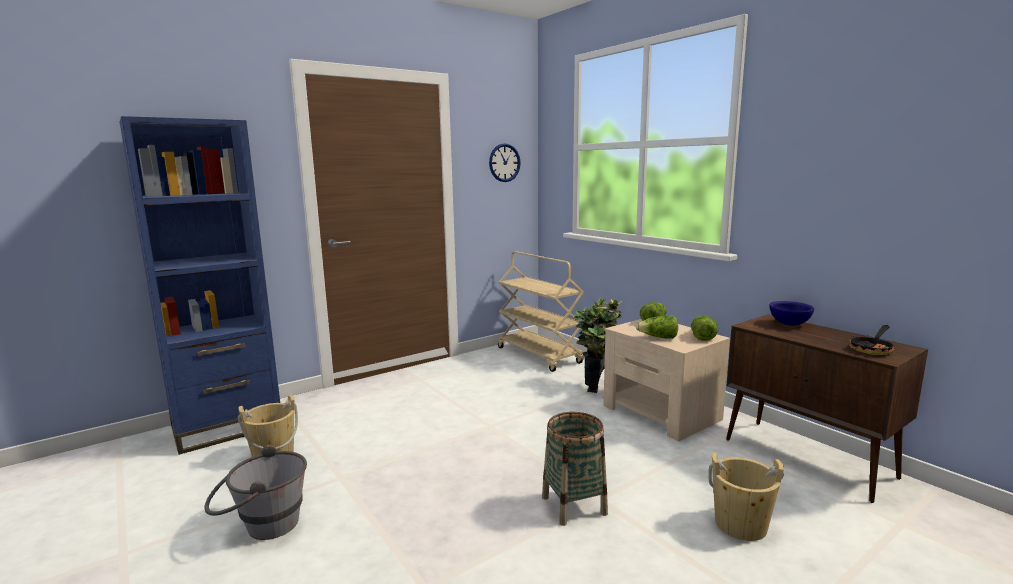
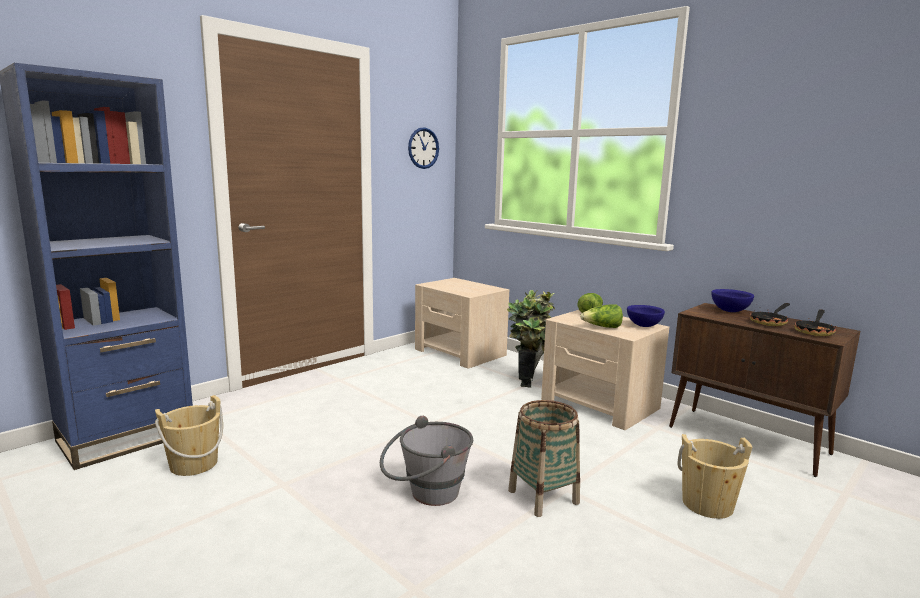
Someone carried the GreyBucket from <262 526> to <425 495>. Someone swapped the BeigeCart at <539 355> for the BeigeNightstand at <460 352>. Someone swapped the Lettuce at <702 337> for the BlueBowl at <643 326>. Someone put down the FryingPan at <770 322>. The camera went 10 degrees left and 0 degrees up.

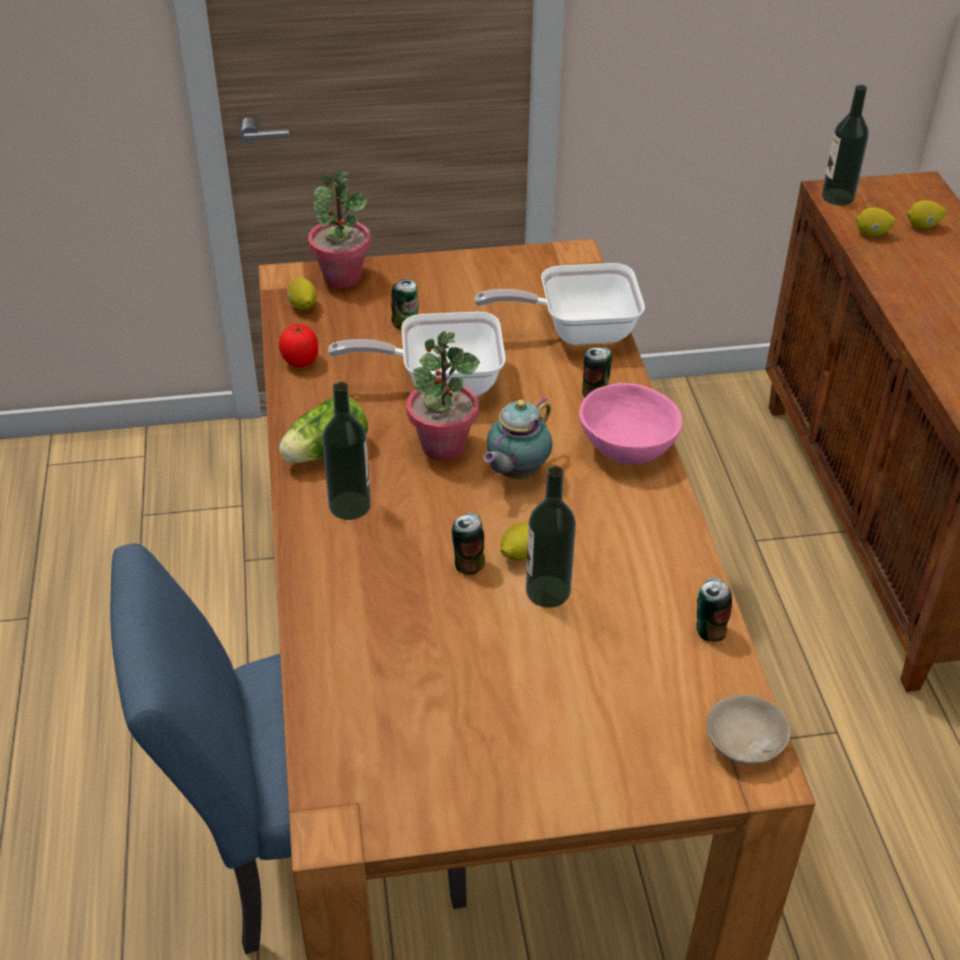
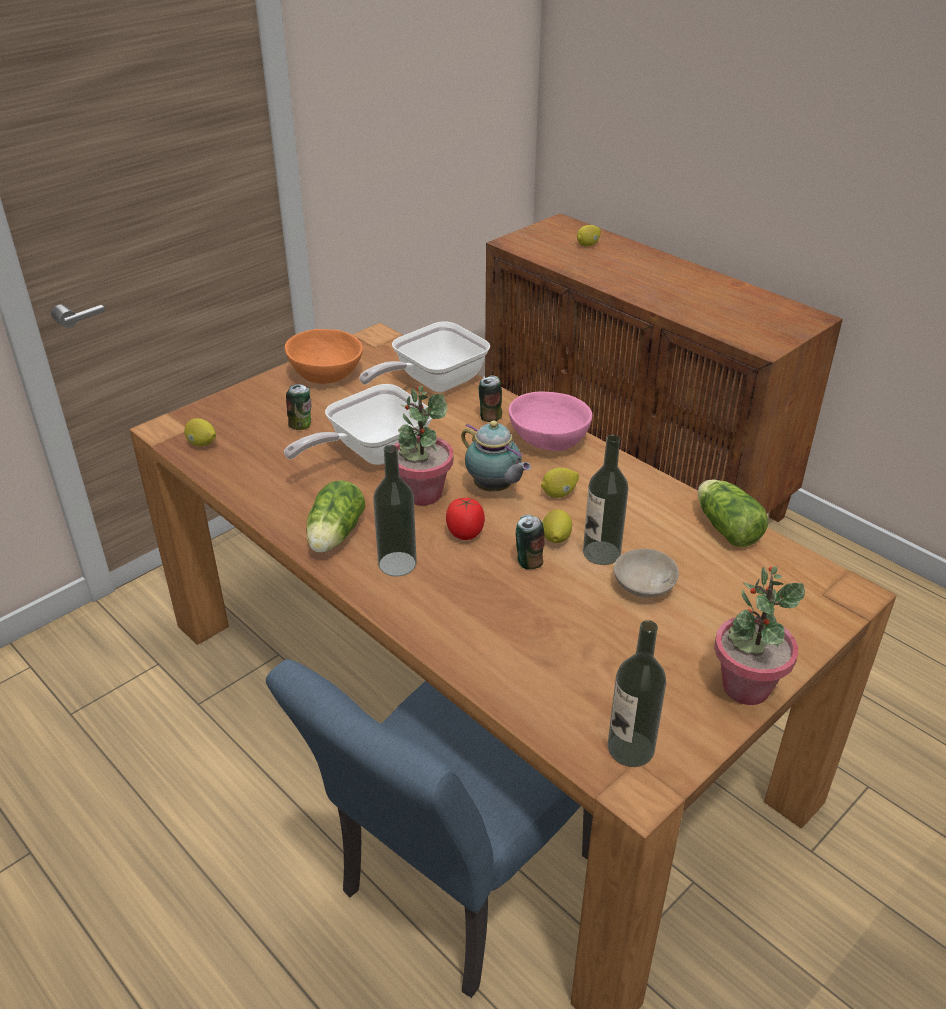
Someone put down the OrangeBowl at <325 374>. Someone carried the Tomato from <301 361> to <465 533>. Someone rotated the Teapot at <515 473> by 45 degrees counterclockwise. Someone carried the Lemon from <872 234> to <559 494>. Someone carried the Bottle from <837 197> to <630 748>. Someone carried the BeigeBowl from <744 740> to <642 584>. Someone swapped the Can at <709 630> for the Lettuce at <725 526>. Someone carried the PottedPlant from <342 277> to <745 687>. The camera went 35 degrees left and 5 degrees down.

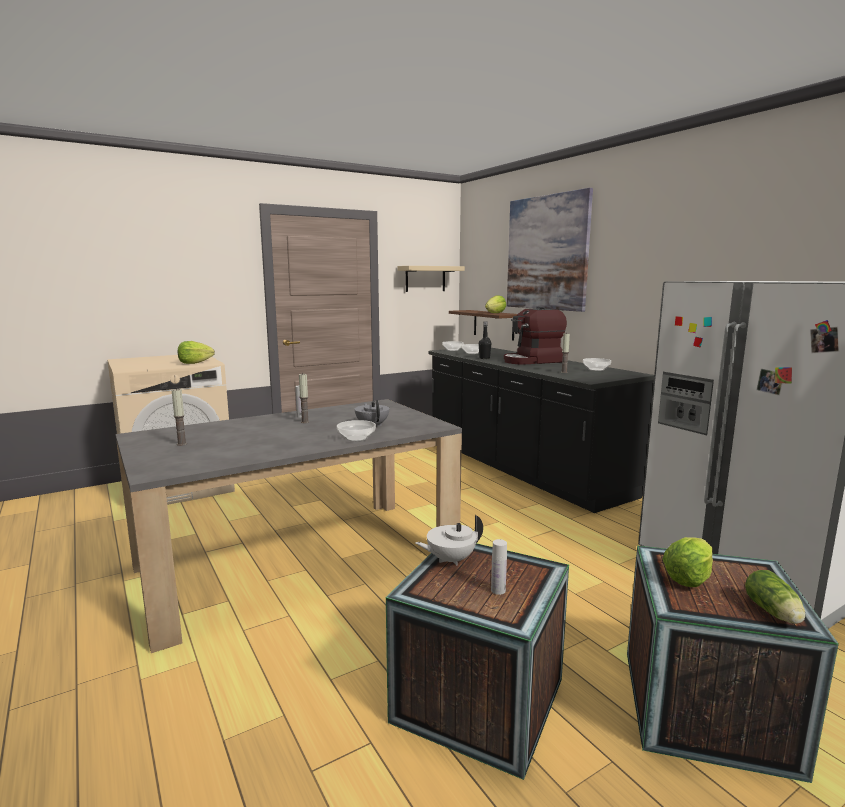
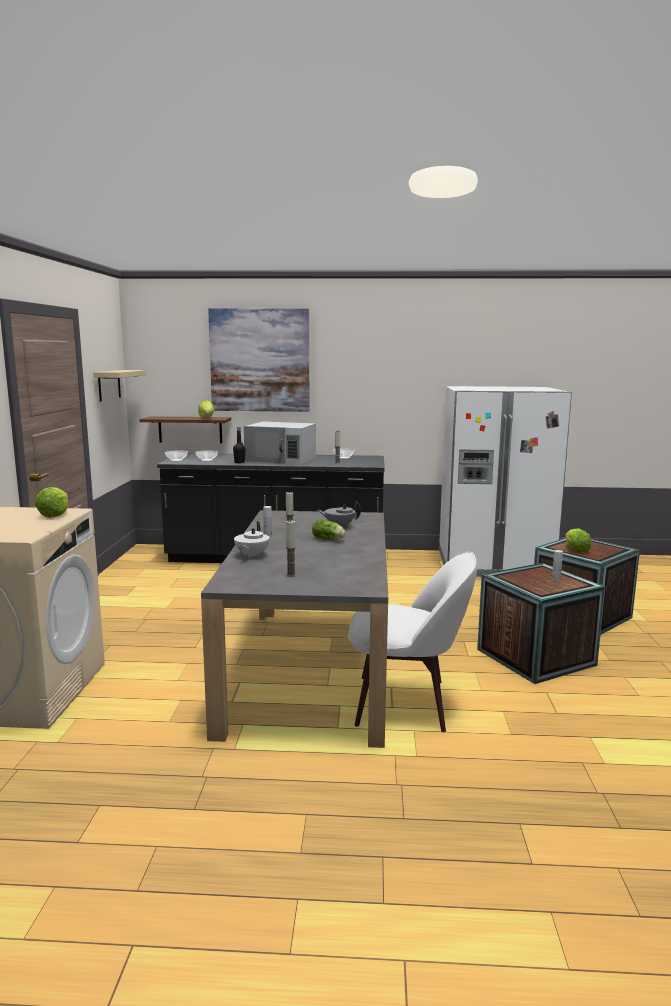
Someone carried the WhiteTeapot from <450 560> to <251 555>. Someone swapped the CoffeeMachine at <532 361> for the WhiteMicrowave at <281 459>. Someone carried the Lettuce from <774 613> to <329 539>. Someone put down the WhiteChair at <406 702>. Someone took away the Bowl at <357 438>. The camera went 55 degrees left and 0 degrees up.

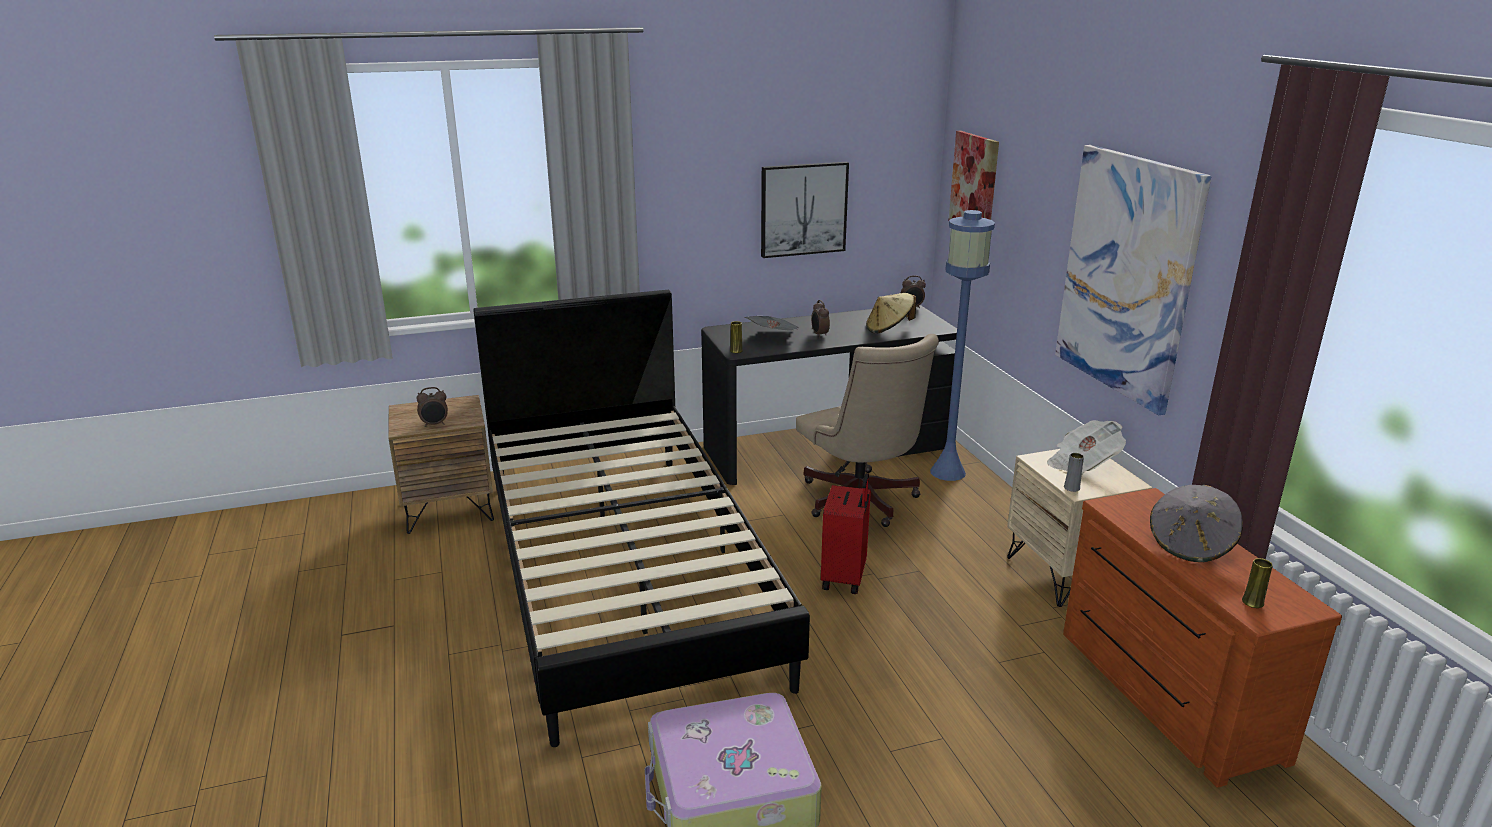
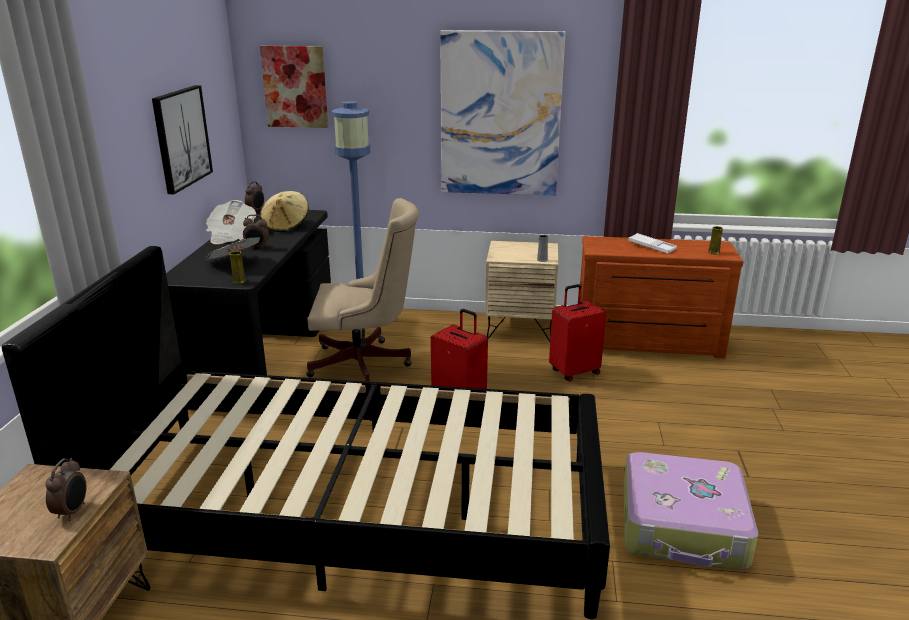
Someone carried the Newspaper from <1082 464> to <230 236>. Someone put down the RedSuitcase at <574 371>. Someone swapped the GreyHat at <1191 545> for the WhiteTray at <651 247>. The camera went 65 degrees left and 0 degrees up.

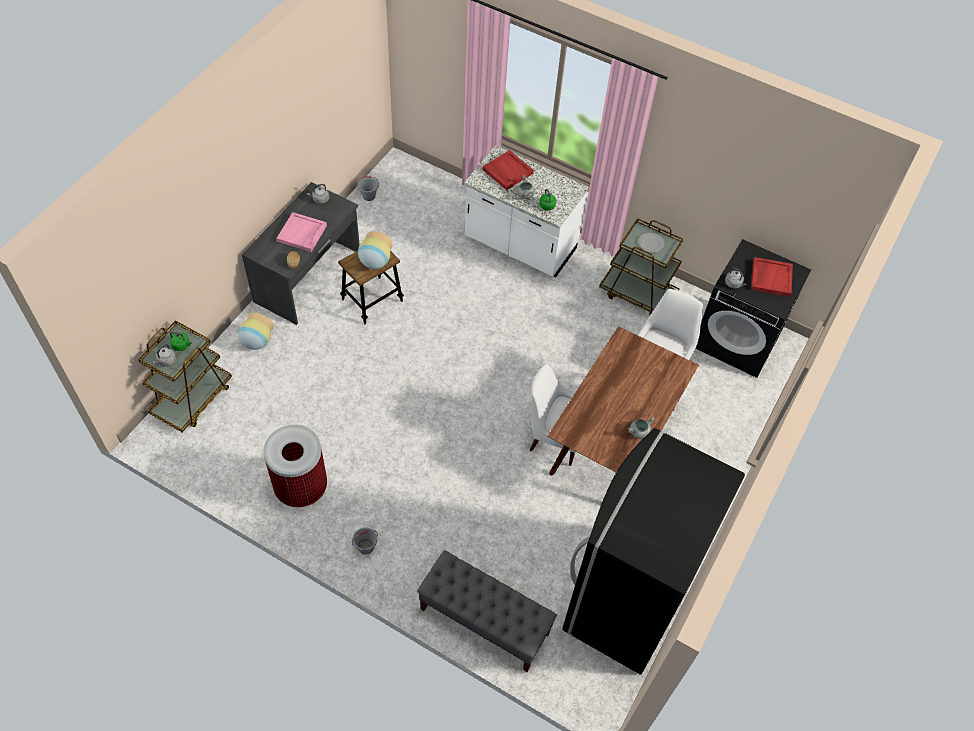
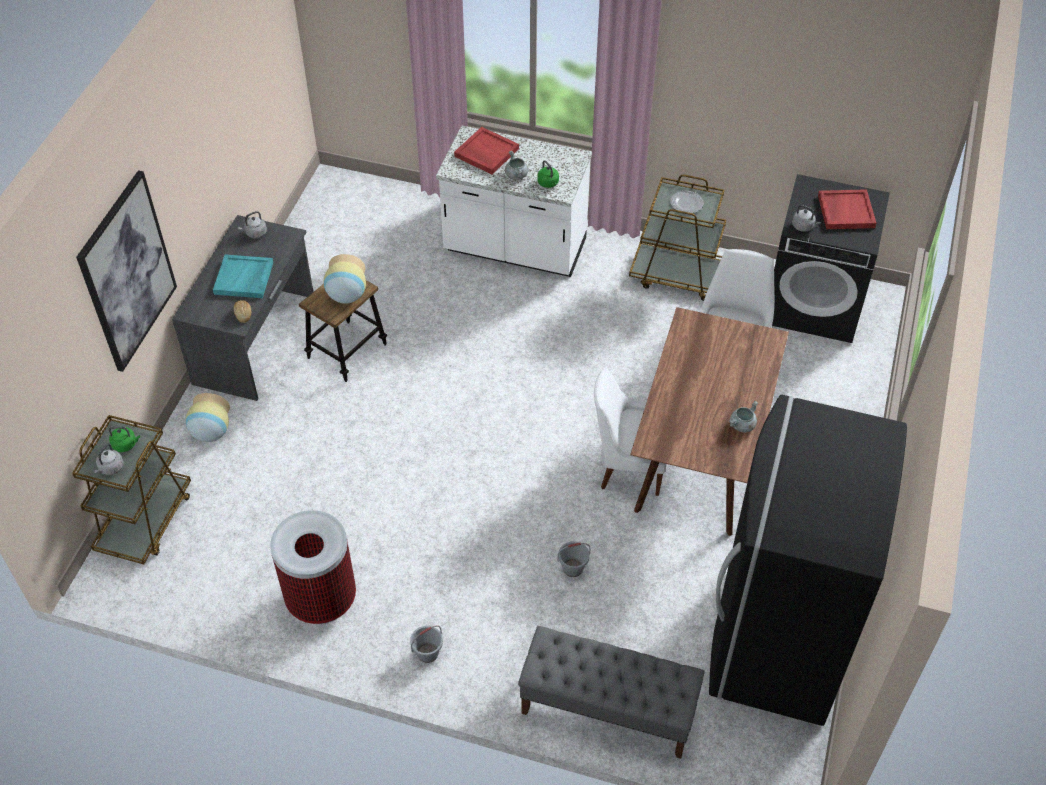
Someone put up the Picture at <127 272>. Someone repainted the PinkTray at <302 234>, which became the TurquoiseTray at <244 278>. Someone carried the GreyBucket from <369 196> to <573 568>. The camera went 10 degrees left and 5 degrees down.

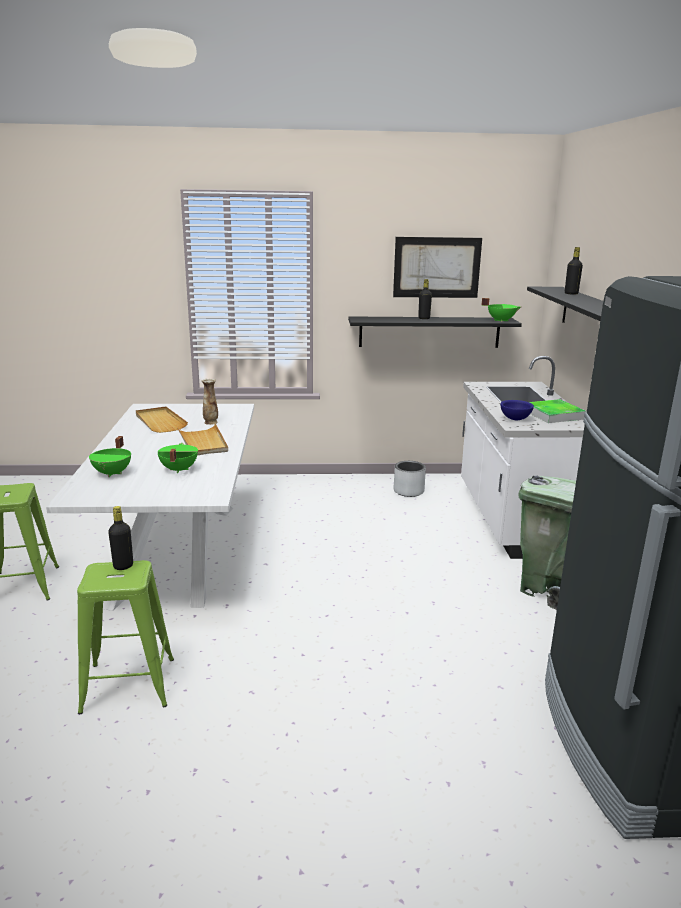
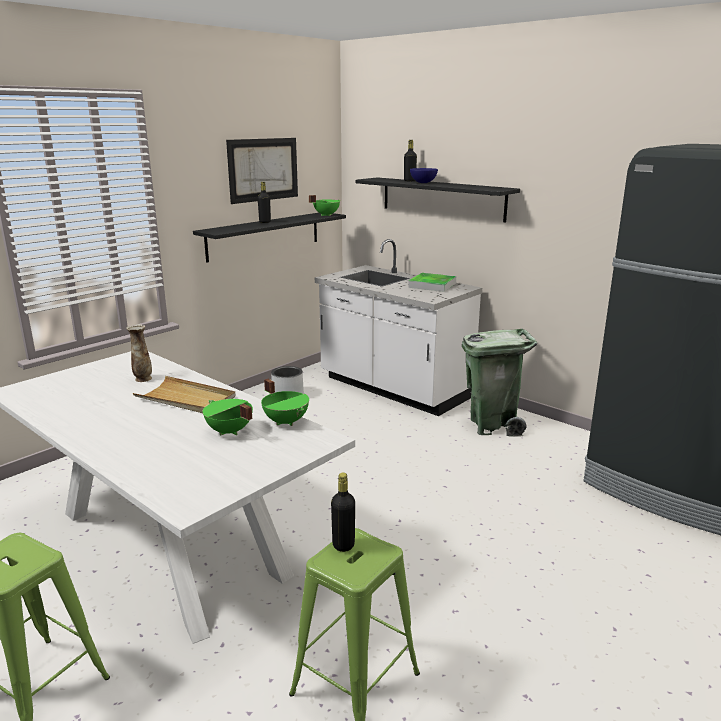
Someone carried the GreenCookingPot from <113 473> to <286 421>. Someone carried the BlueBowl from <514 419> to <423 183>. Someone took away the BeigeTray at <160 422>. The camera went 45 degrees left and 0 degrees up.

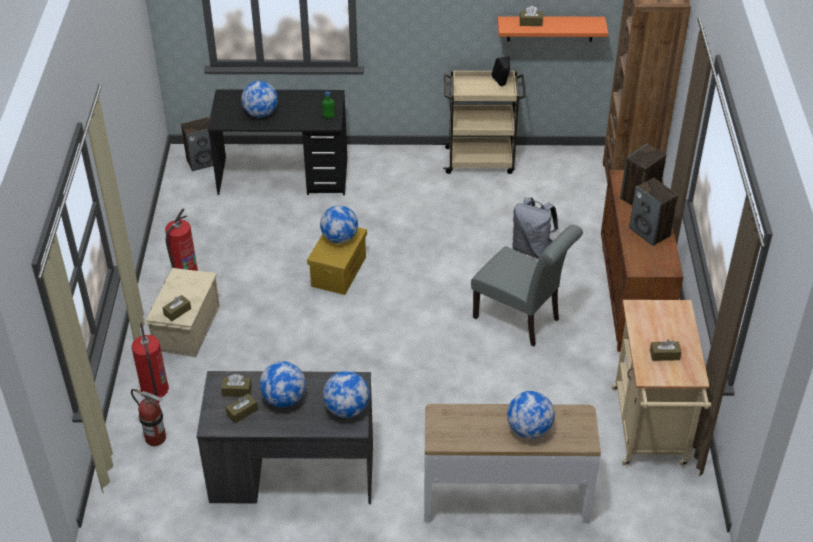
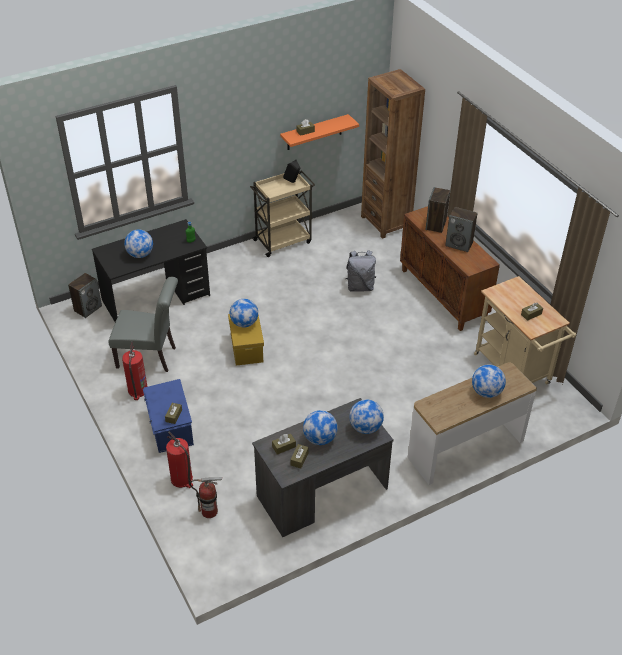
Someone carried the GreyChair from <521 320> to <150 357>. Someone repainted the BeigeStorageBox at <185 328>, which became the BlueStorageBox at <170 428>. The camera went 30 degrees left and 0 degrees up.

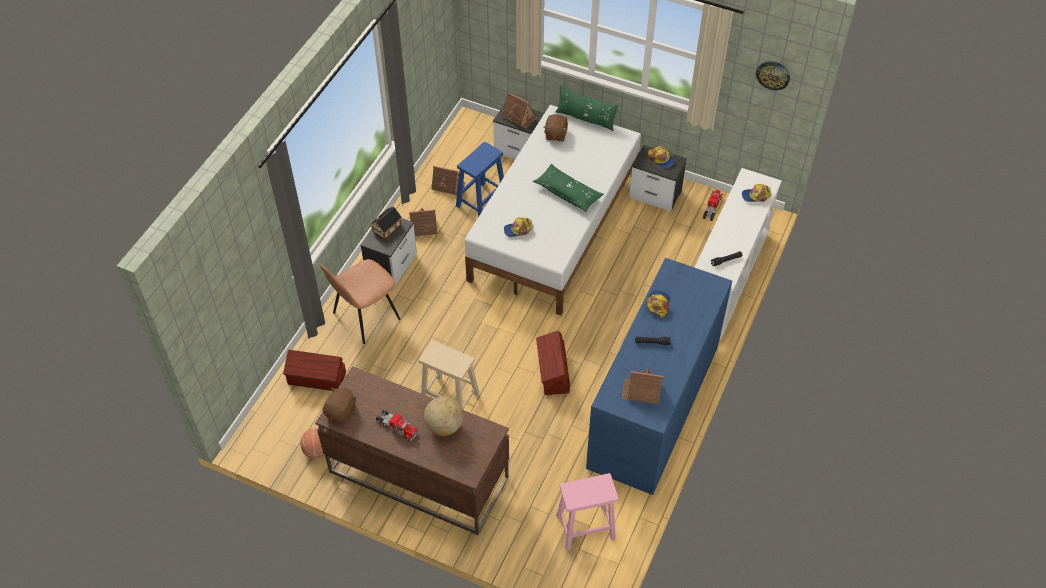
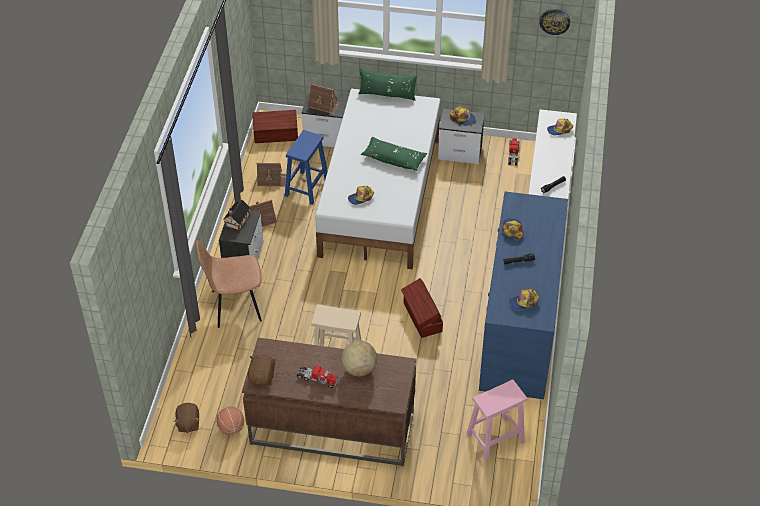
Someone carried the BrownPlushToy from <555 135> to <188 424>. Someone rotated the BrownChair at <365 317> by 45 degrees clockwise. Someone carried the BrownStorageBox from <317 379> to <276 135>. Someone swapped the ToyHouse at <642 391> for the Cap at <524 302>. The camera went 15 degrees left and 5 degrees down.

